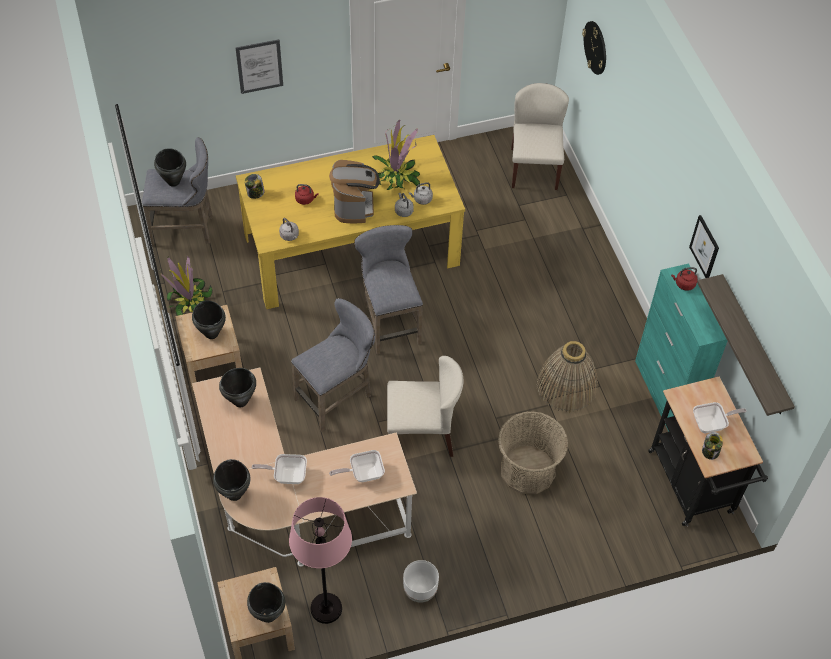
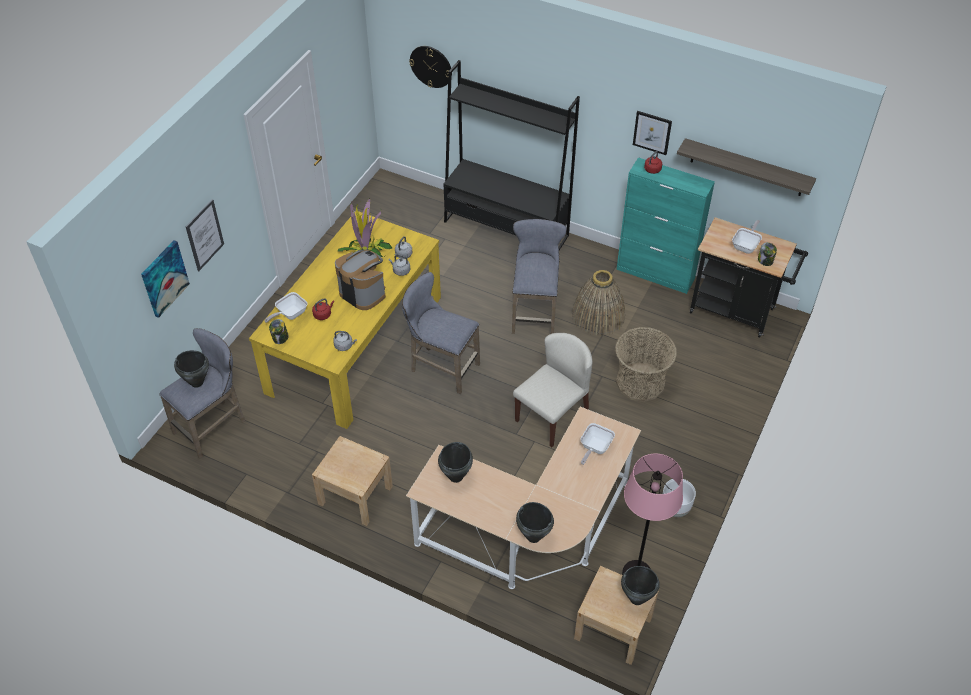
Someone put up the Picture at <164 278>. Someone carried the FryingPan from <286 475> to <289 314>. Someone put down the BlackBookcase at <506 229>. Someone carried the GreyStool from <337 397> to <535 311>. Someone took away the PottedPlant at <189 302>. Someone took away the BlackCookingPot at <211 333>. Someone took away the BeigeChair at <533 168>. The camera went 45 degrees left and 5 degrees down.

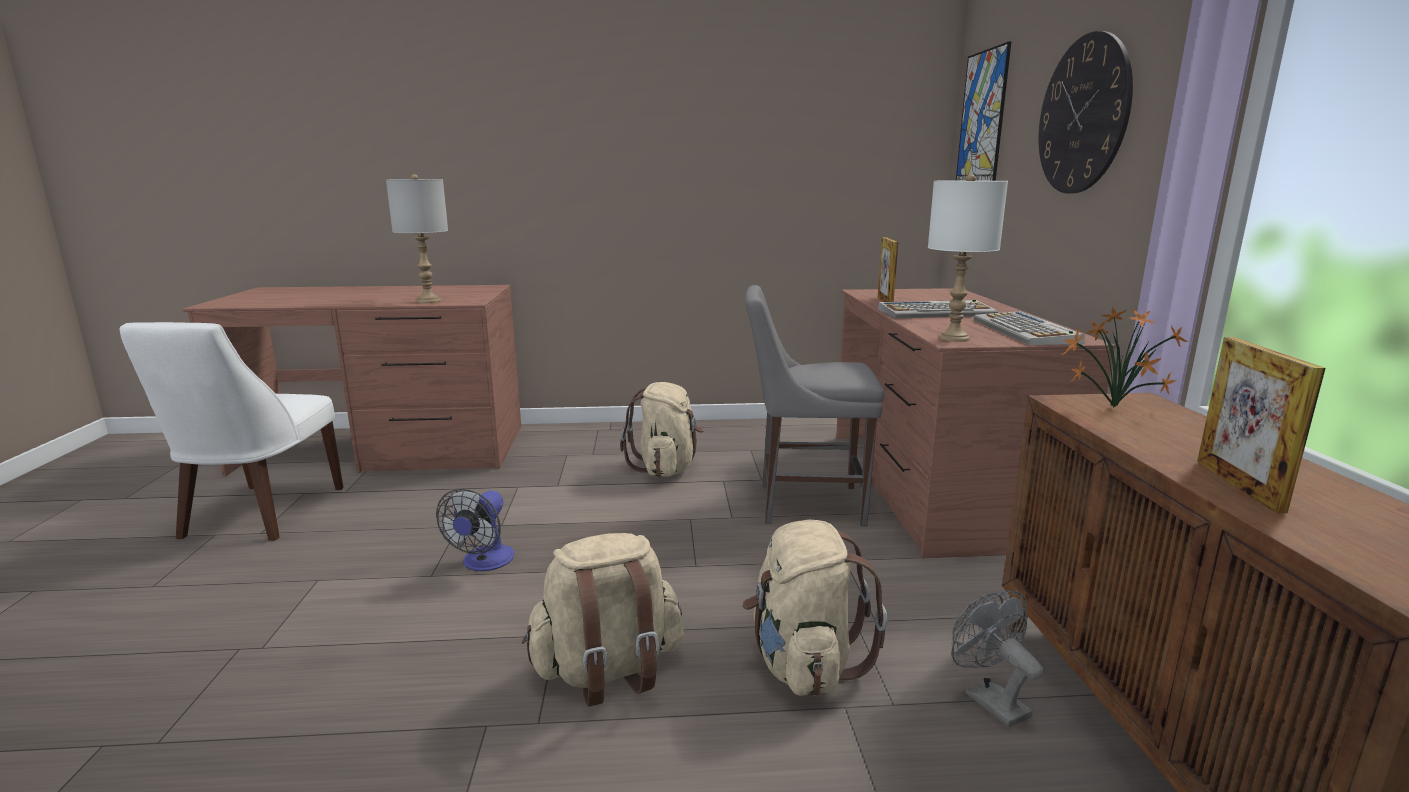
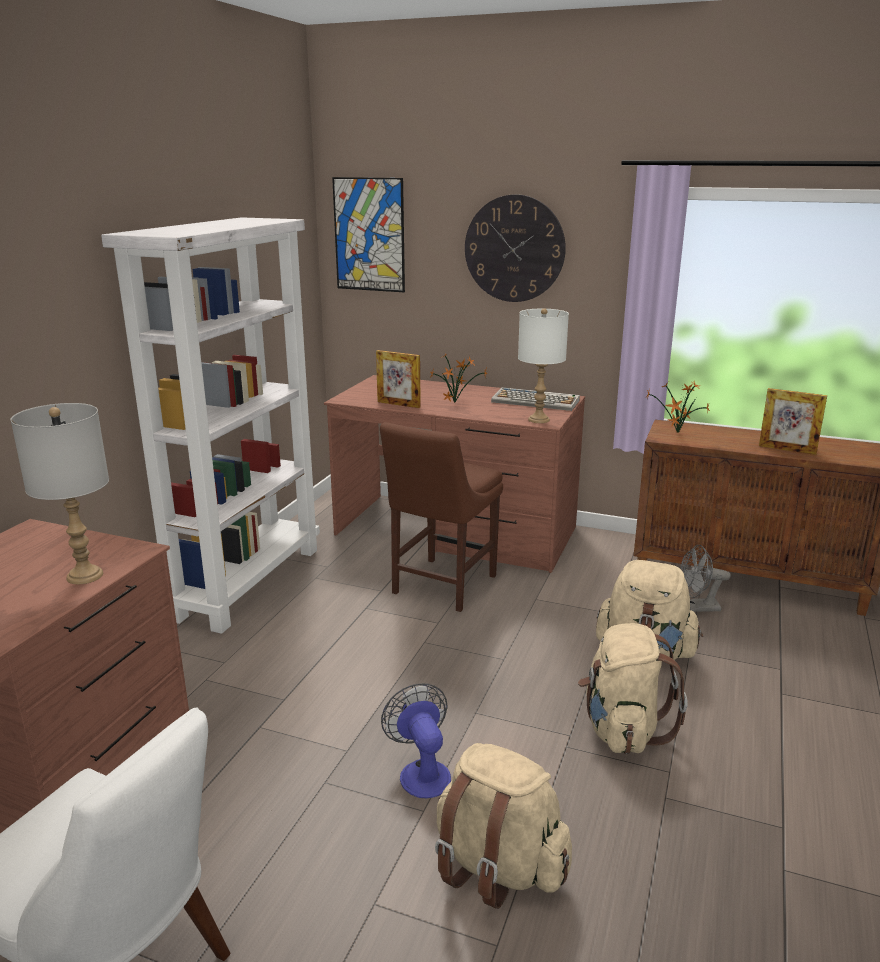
Someone put down the WhiteBookcase at <248 582>. Someone repainted the GreyChair at <804 503>, which became the BrownChair at <441 586>. Someone rotated the Fan at <484 563> by 150 degrees counterclockwise. Someone swapped the Keyboard at <937 312> for the PottedPlant at <455 403>. Someone carried the BeigeBackpack from <666 468> to <498 866>. The camera went 65 degrees left and 5 degrees up.

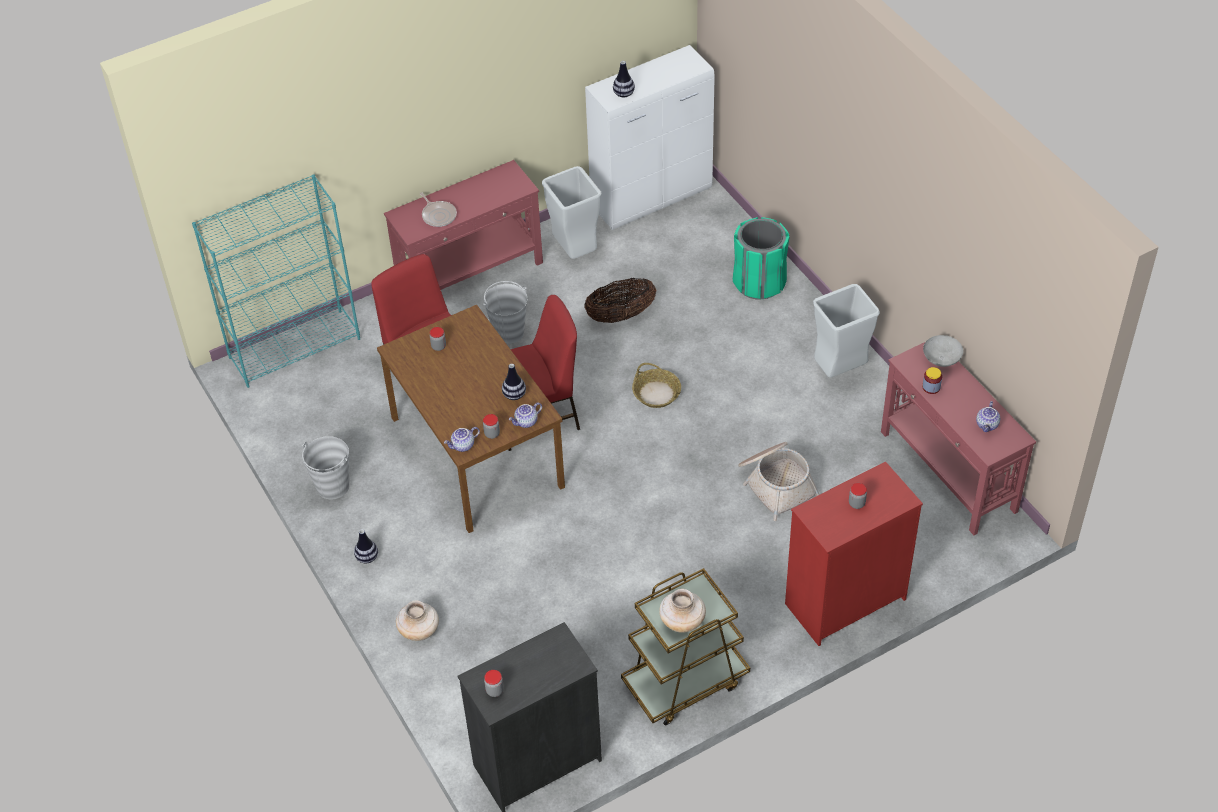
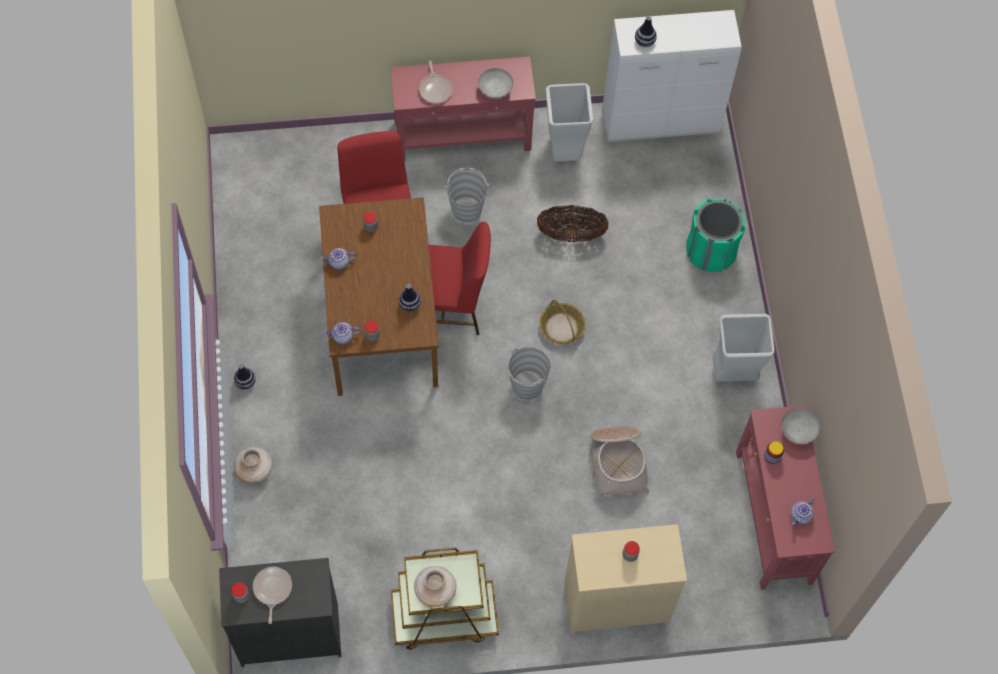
Someone put down the FryingPan at <272 589>. Someone carried the Teapot from <526 422> to <339 263>. Someone put down the GreyBowl at <495 89>. Someone carried the GreyBucket from <332 486> to <526 386>. Someone repainted the RedDresser at <844 601>, which became the BeigeDresser at <615 602>. Someone took away the TurquoiseBookcase at <295 347>. The camera went 20 degrees right and 15 degrees up.

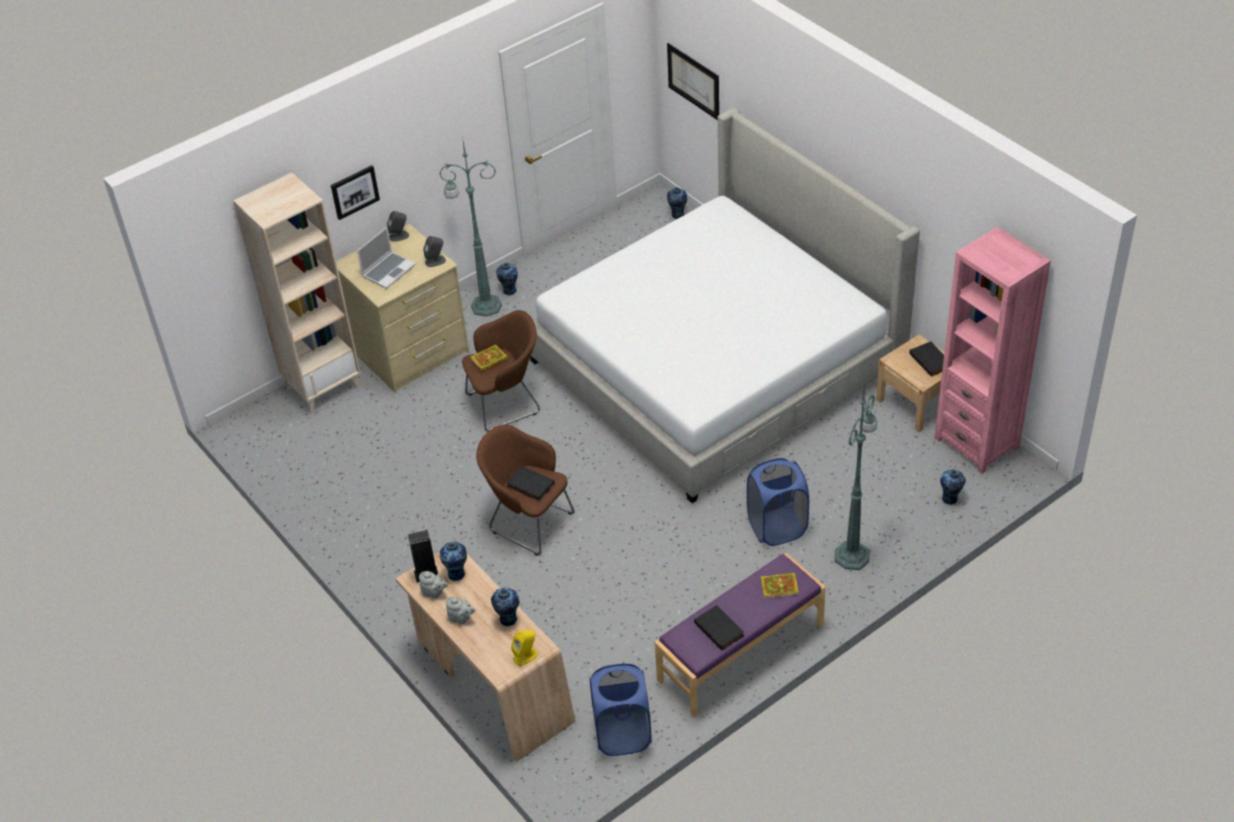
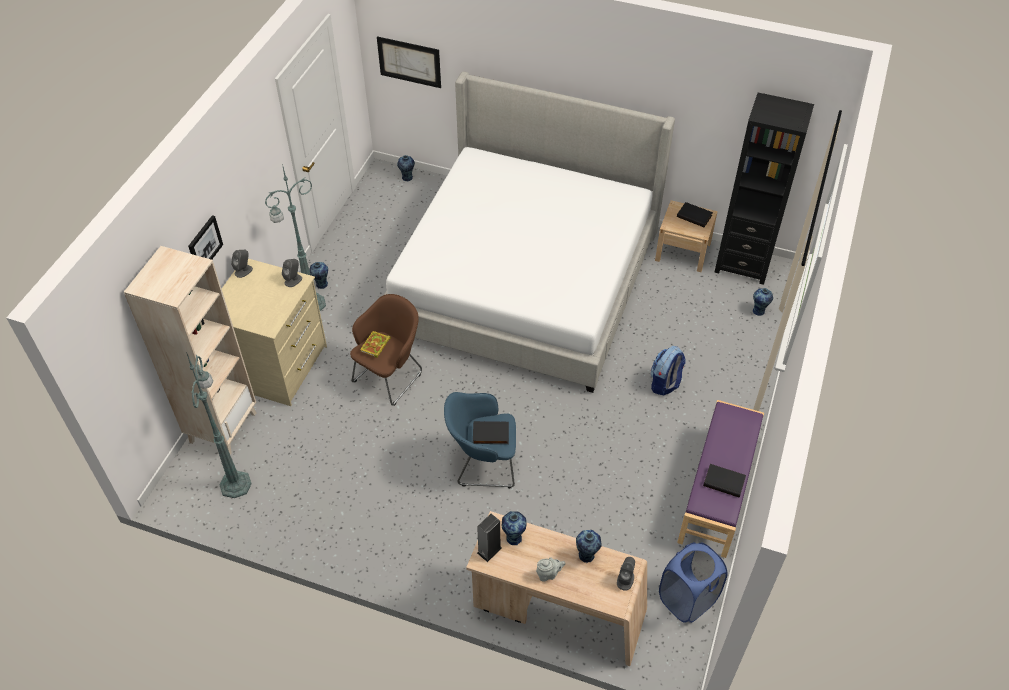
Someone carried the GreenFloorLamp from <853 554> to <236 483>. Someone repainted the BrownArmchair at <528 521>, which became the BlueArmchair at <482 464>. Someone repainted the YellowSpeaker at <525 656>, which became the GreySpeaker at <625 579>. Someone swapped the BlueLaundryBasket at <777 527> for the Backpack at <665 383>. Someone repainted the PinkBookcase at <977 442>, which became the BlackBookcase at <743 264>. Someone took away the Laptop at <388 271>. Someone took away the GreyTeapot at <434 593>. Someone took away the Book at <780 586>. The camera went 35 degrees left and 5 degrees up.

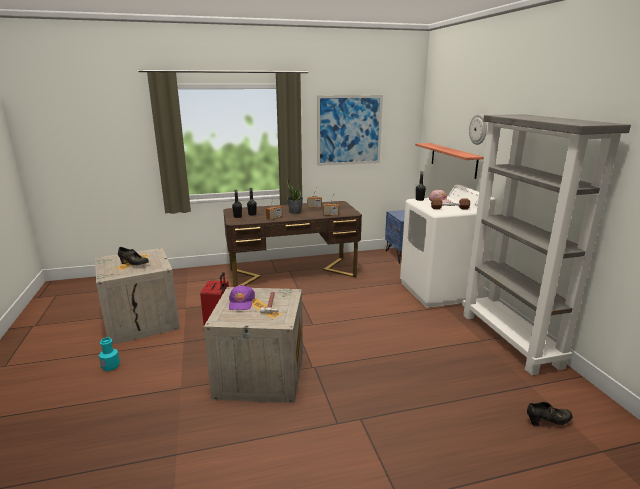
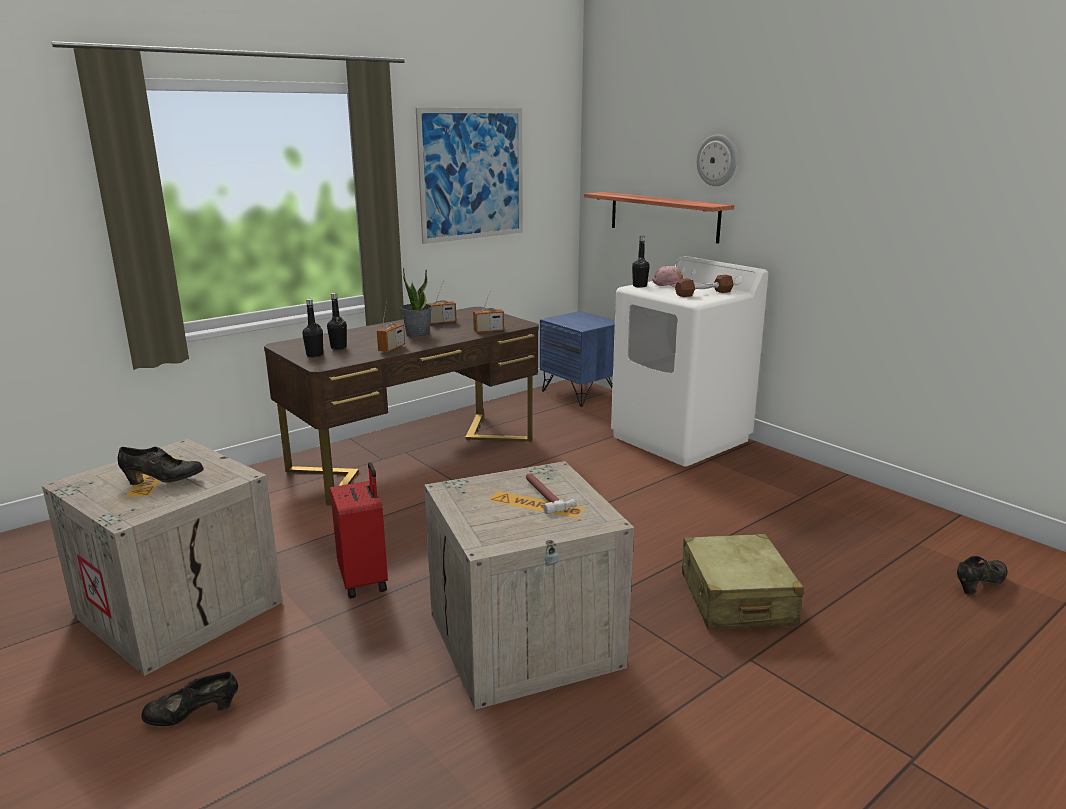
Someone swapped the TurquoiseBottle at <111 366> for the BlackShoe at <193 715>. Someone put down the BeigeSuitcase at <736 599>. Someone took away the PurpleCap at <241 302>. Someone took away the GreyBookcase at <510 339>. The camera went 25 degrees left and 0 degrees up.

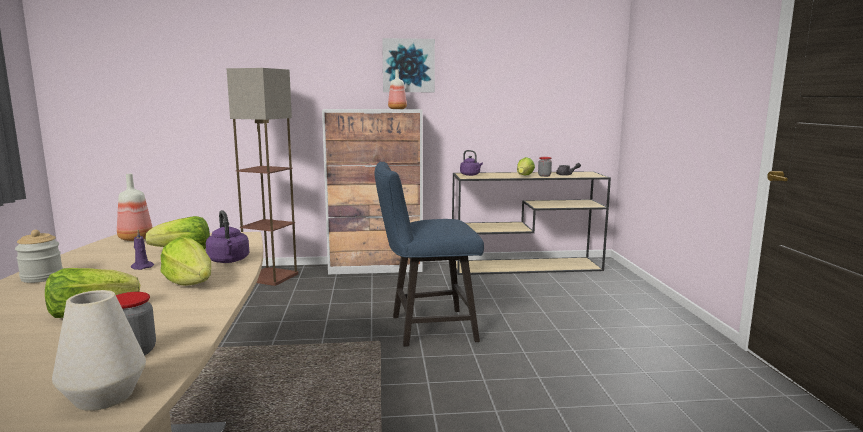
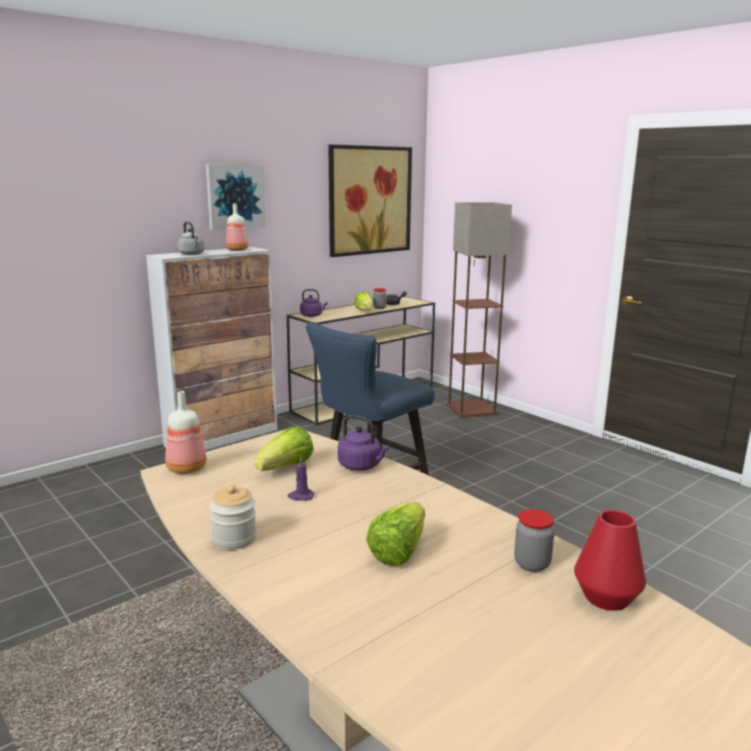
Someone put down the GreyKettle at <192 254>. Someone put up the Picture at <369 200>. Someone carried the FloorLamp from <270 277> to <471 410>. Someone repainted the WhiteVase at <104 396>, which became the RedVase at <606 597>. Someone took away the Lettuce at <190 283>. The camera went 35 degrees left and 5 degrees up.

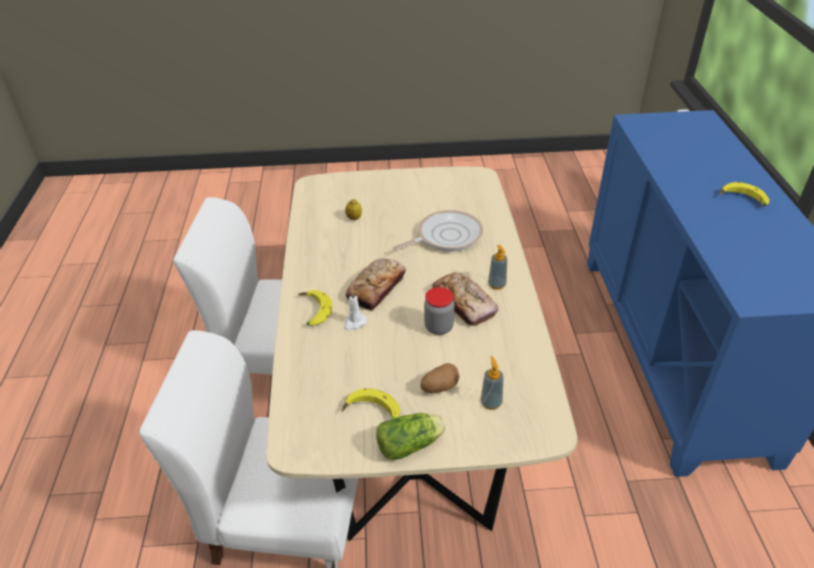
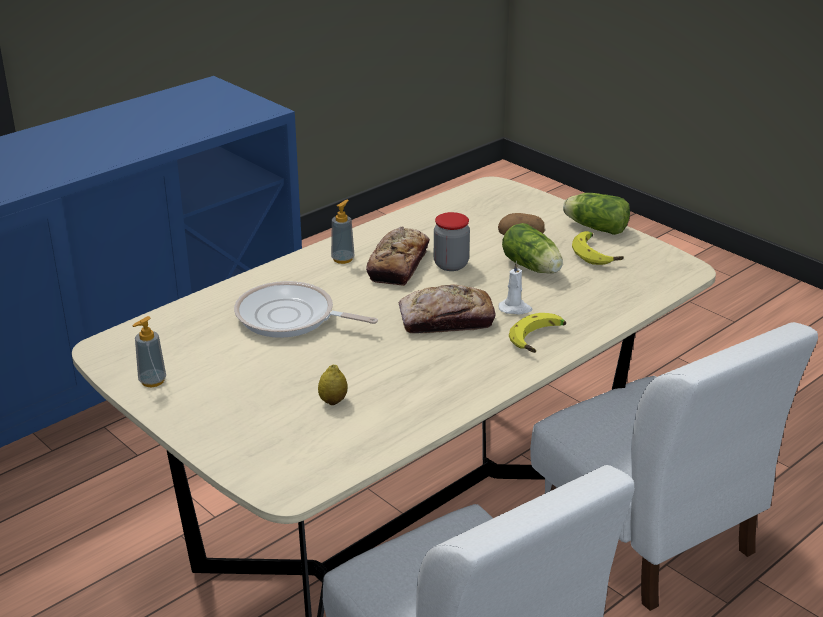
Someone carried the SoapDispenser from <491 402> to <152 381>. Someone put down the Lettuce at <533 268>. Someone took away the Banana at <742 200>. The camera went 130 degrees left and 10 degrees down.

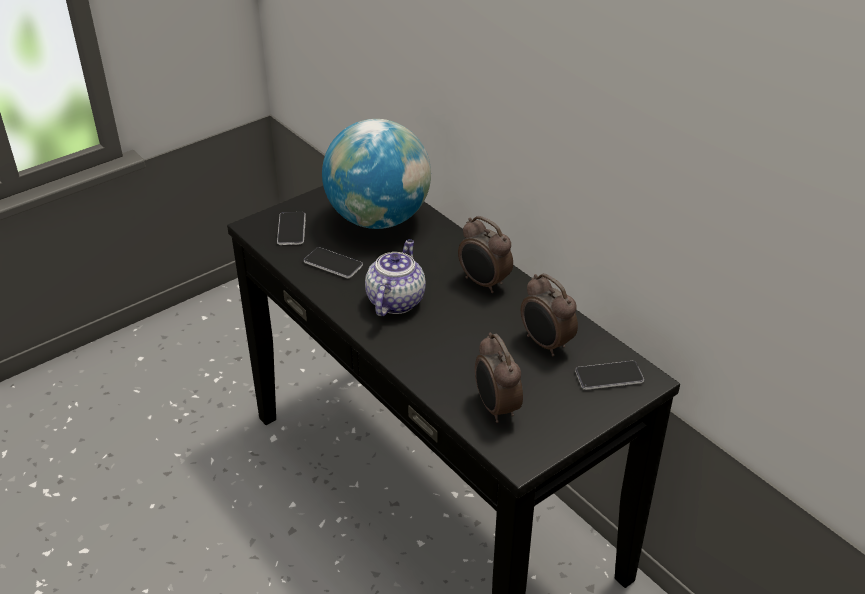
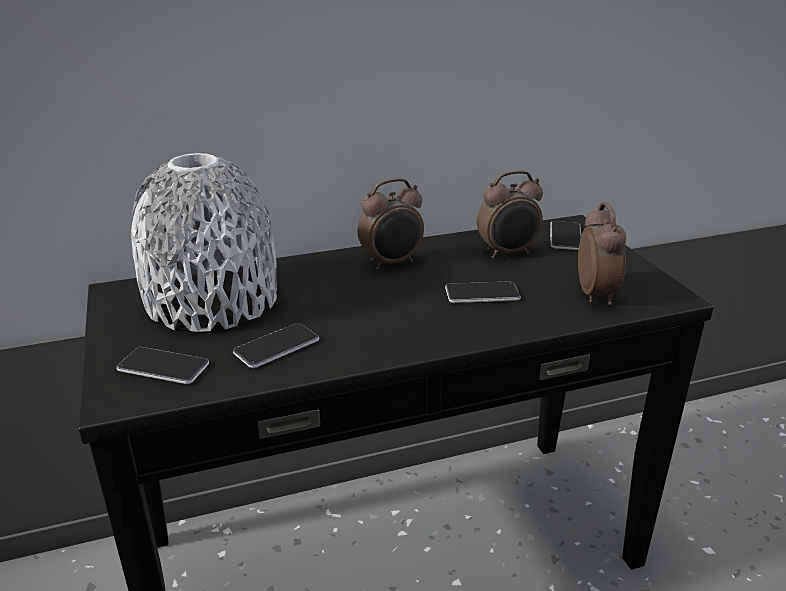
Someone swapped the Globe at <378 219> for the GreyVase at <212 299>. Someone put down the Phone at <482 294>. Someone rotated the AlarmClock at <495 408> by 90 degrees counterclockwise. Someone took away the Teapot at <395 300>. The camera went 70 degrees left and 10 degrees down.

